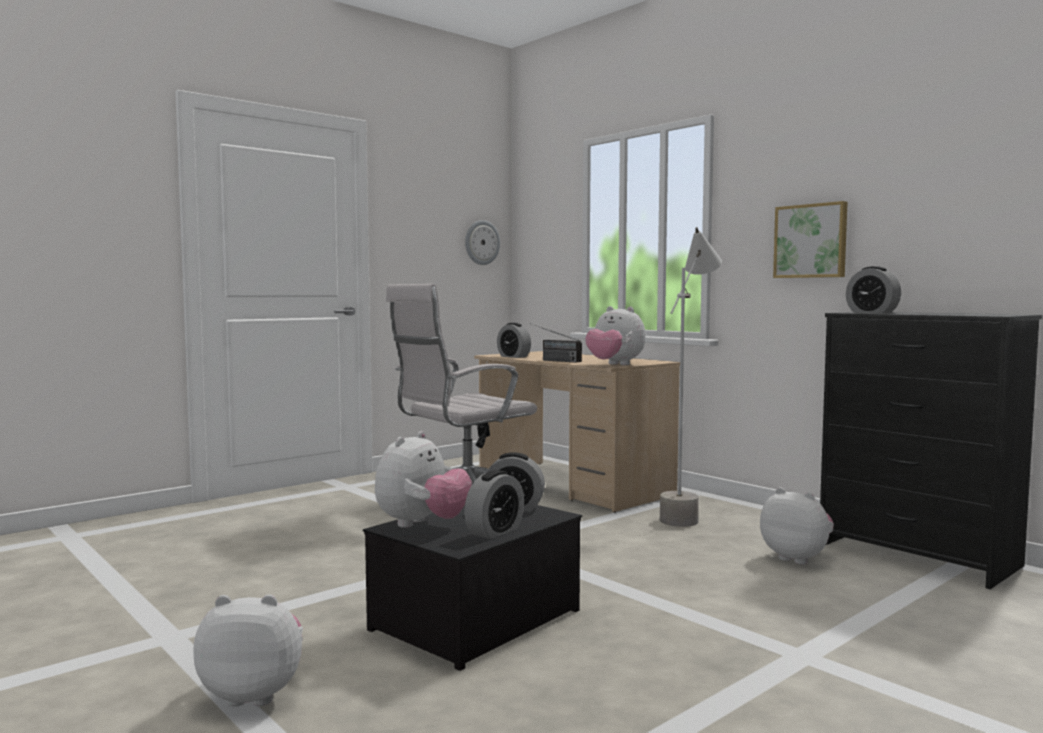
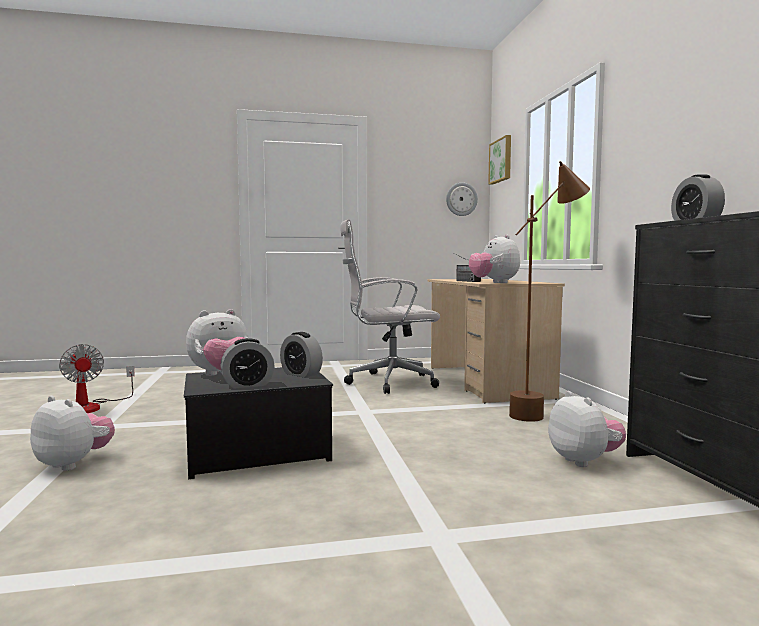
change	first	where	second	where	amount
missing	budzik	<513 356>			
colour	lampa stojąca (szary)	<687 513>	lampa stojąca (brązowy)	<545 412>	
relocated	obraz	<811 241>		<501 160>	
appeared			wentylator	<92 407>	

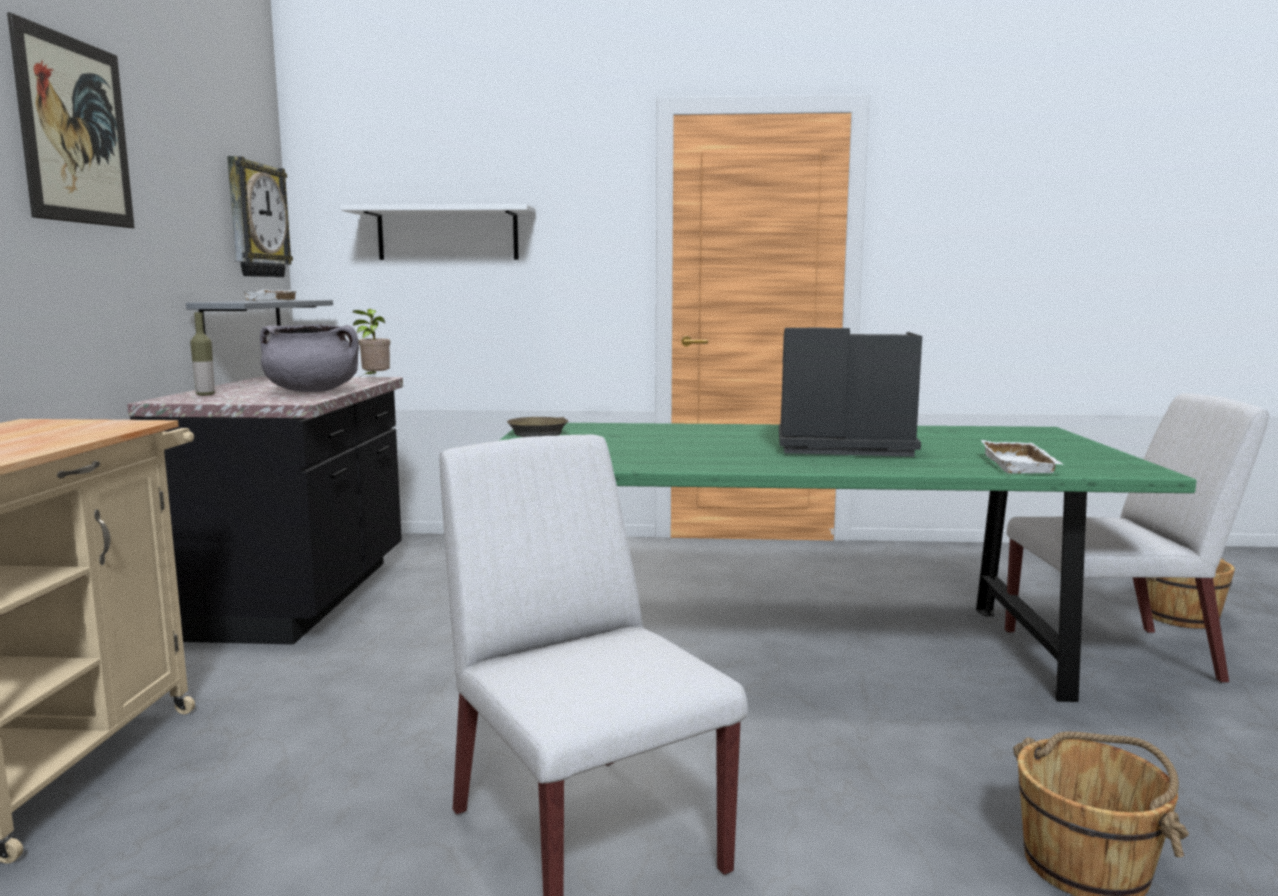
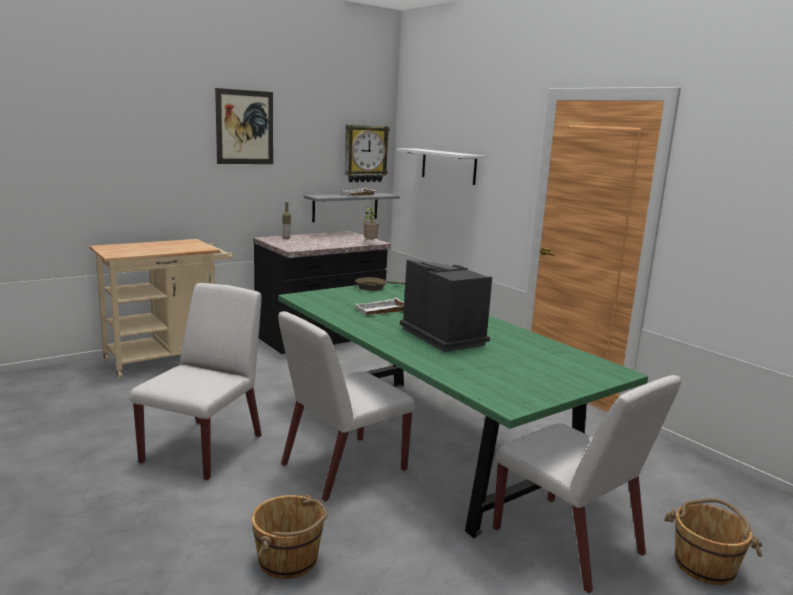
change	first	where	second	where	amount
missing	garnek (szary)	<312 391>			
relocated	taca (biały)	<1022 465>		<381 311>	
appeared			krzesło (biały)	<342 468>	

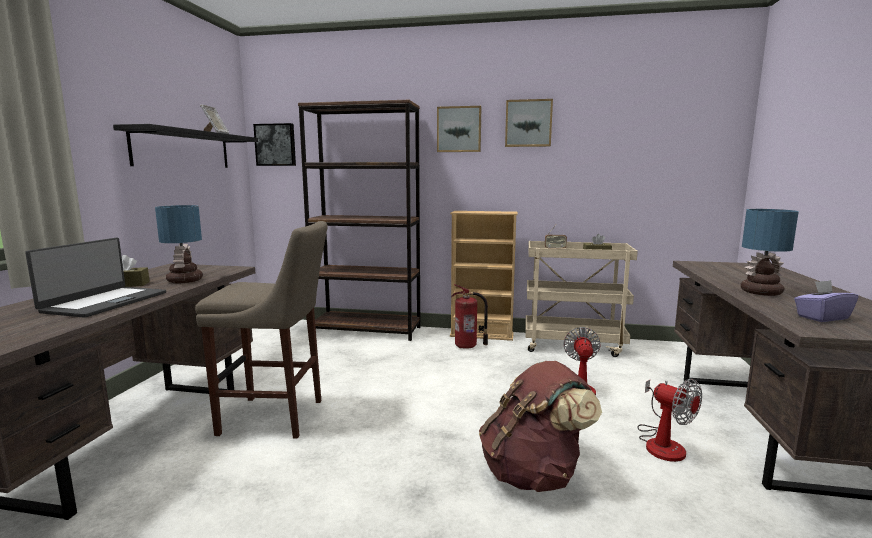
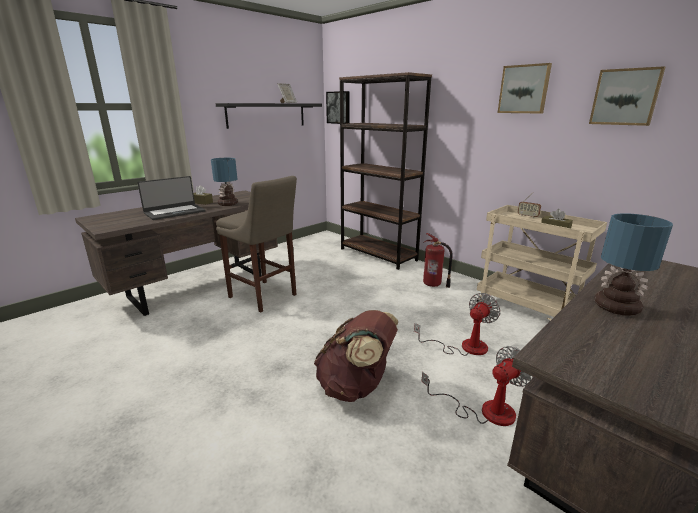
change	first	where	second	where	amount
relocated	obraz	<459 129>		<625 97>	
missing	regał (beżowy)	<481 335>			
spun	wentylator	<662 443>		<485 410>	120 degrees counterclockwise
missing	pudełko chusteczek (fioletowy)	<822 317>			

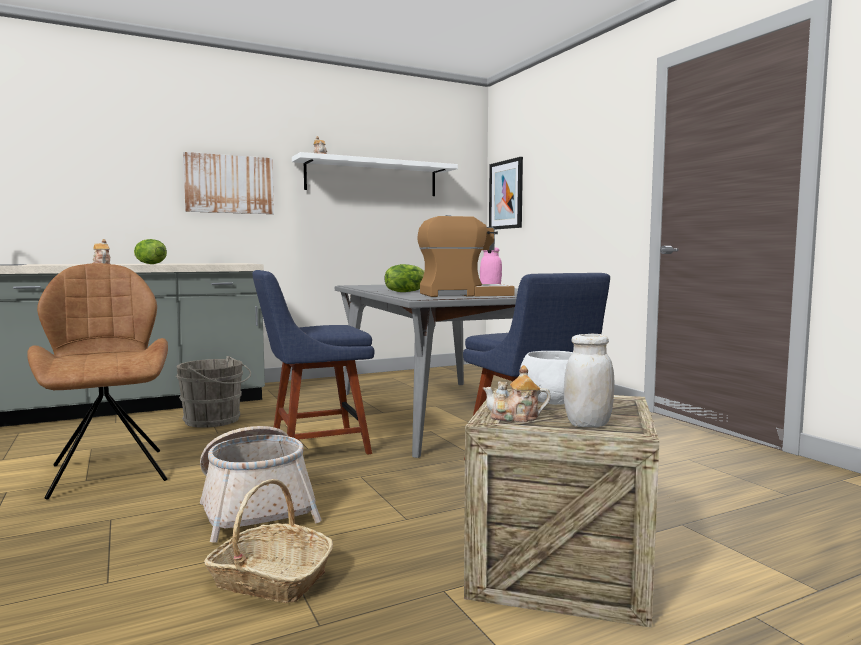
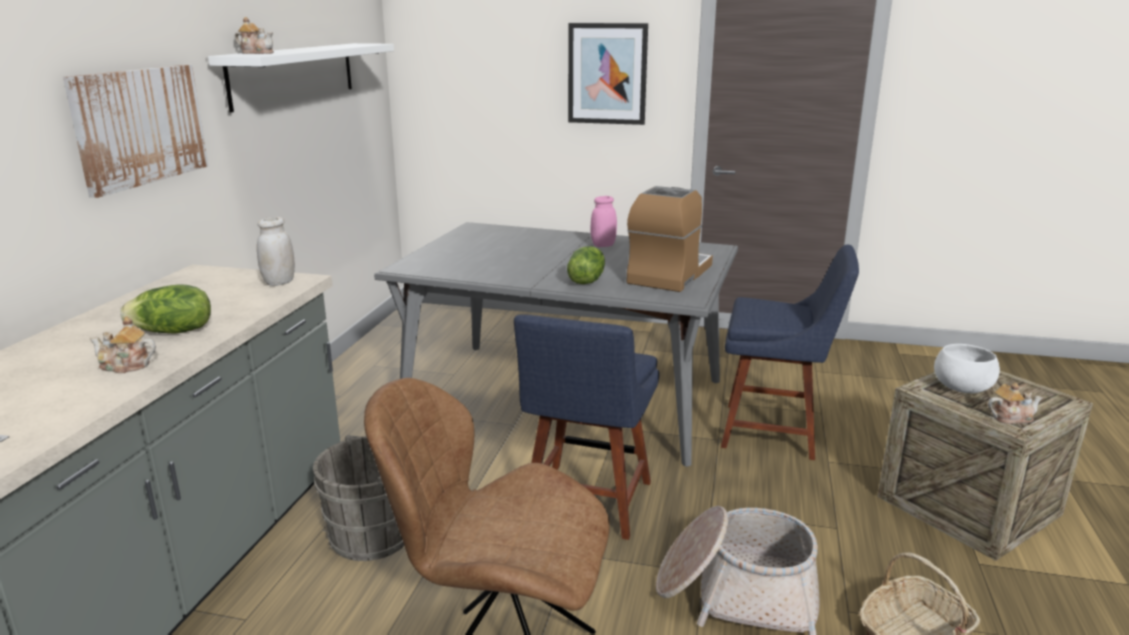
change	first	where	second	where	amount
spun	imbryk	<516 418>		<1010 418>	135 degrees counterclockwise
relocated	obraz	<506 195>		<607 74>	
relocated	słoik (biały)	<588 424>		<279 282>	

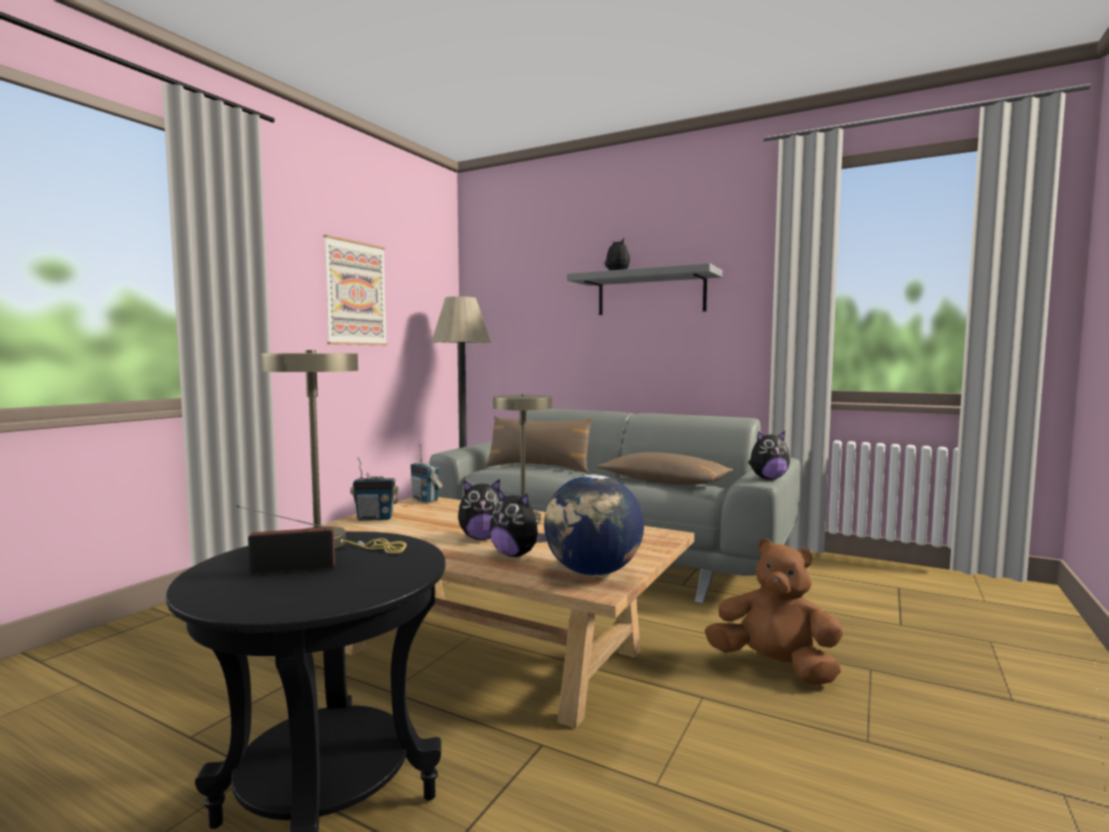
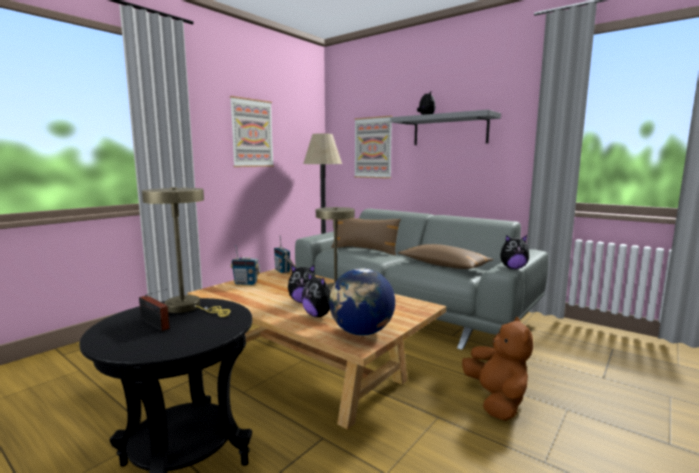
change	first	where	second	where	amount
spun	radio	<288 570>		<155 324>	135 degrees counterclockwise
spun	pluszak (brązowy)	<774 667>		<496 400>	45 degrees clockwise
appeared			obraz	<373 148>	

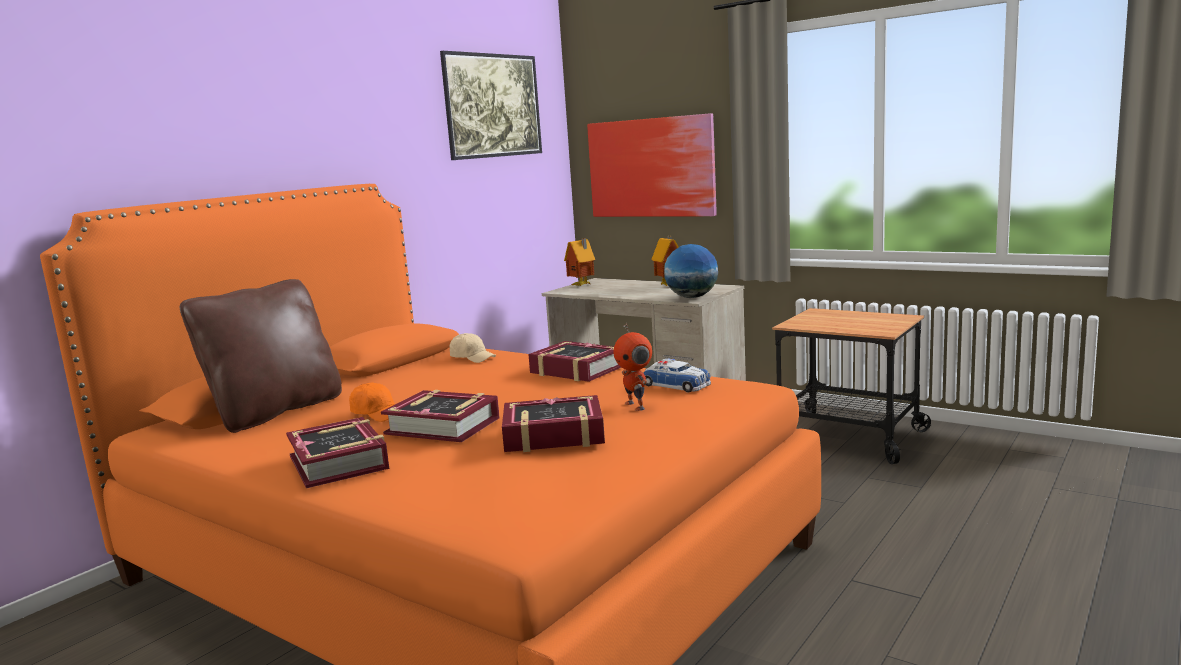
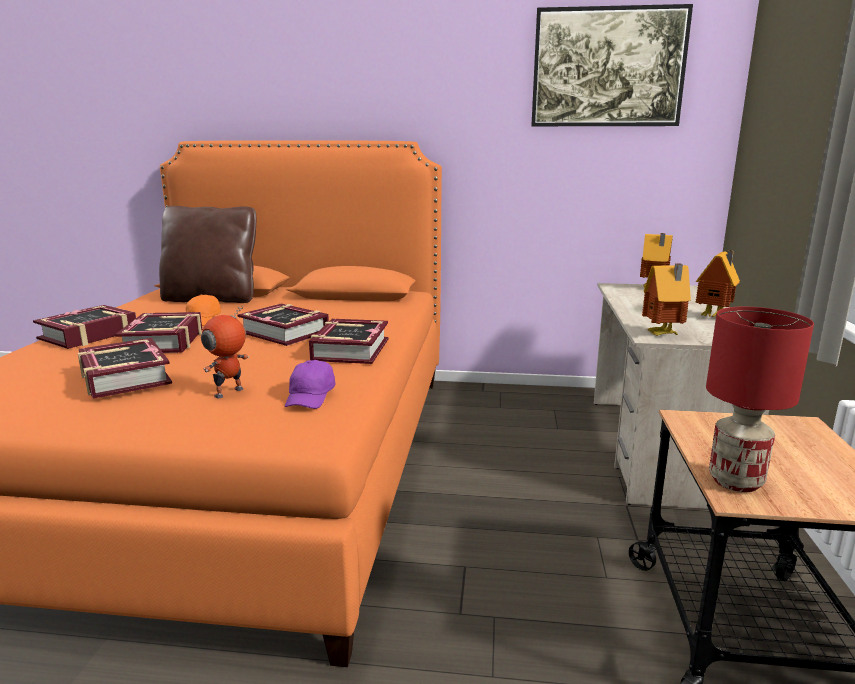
change	first	where	second	where	amount
missing	czapka z daszkiem (beżowy)	<472 358>			
missing	obraz	<651 167>			
exchanged	samochodzik	<676 385>	czapka z daszkiem (fioletowy)	<310 397>	
exchanged	globus	<692 297>	domek	<663 335>	
appeared			książka	<285 332>	
appeared			lampa stołowa (czerwony)	<736 481>	

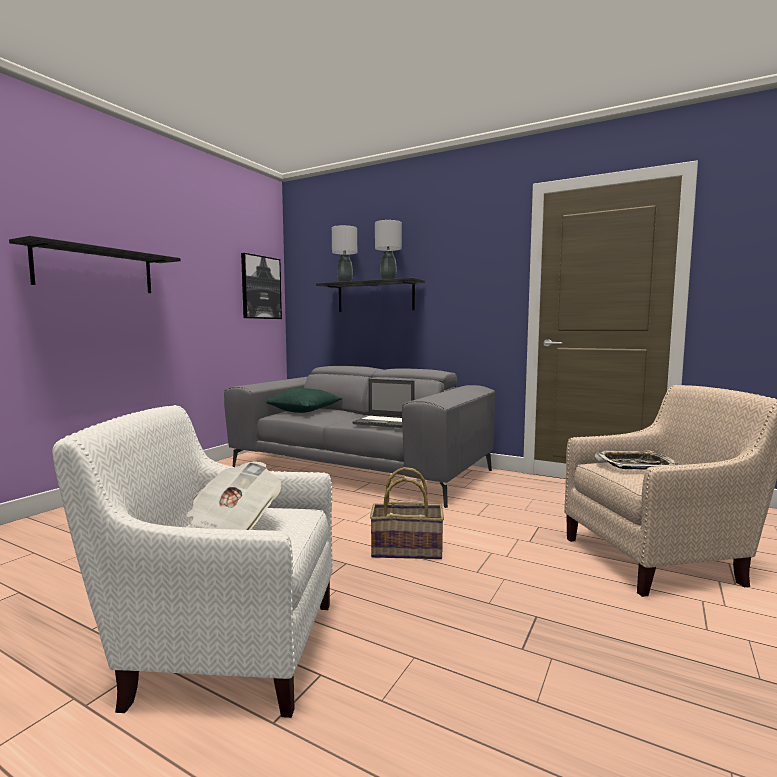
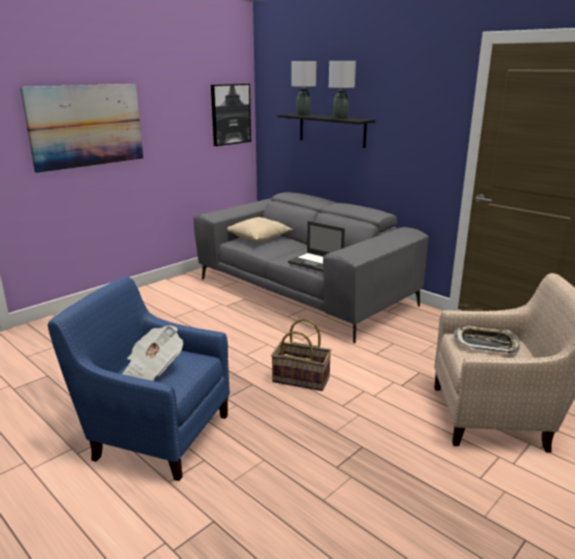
change	first	where	second	where	amount
exchanged	półka (czarny)	<95 270>	obraz	<86 126>	
colour	fotel (biały)	<225 646>	fotel (niebieski)	<156 432>	
colour	poduszka (zielony)	<304 410>	poduszka (beżowy)	<259 238>	

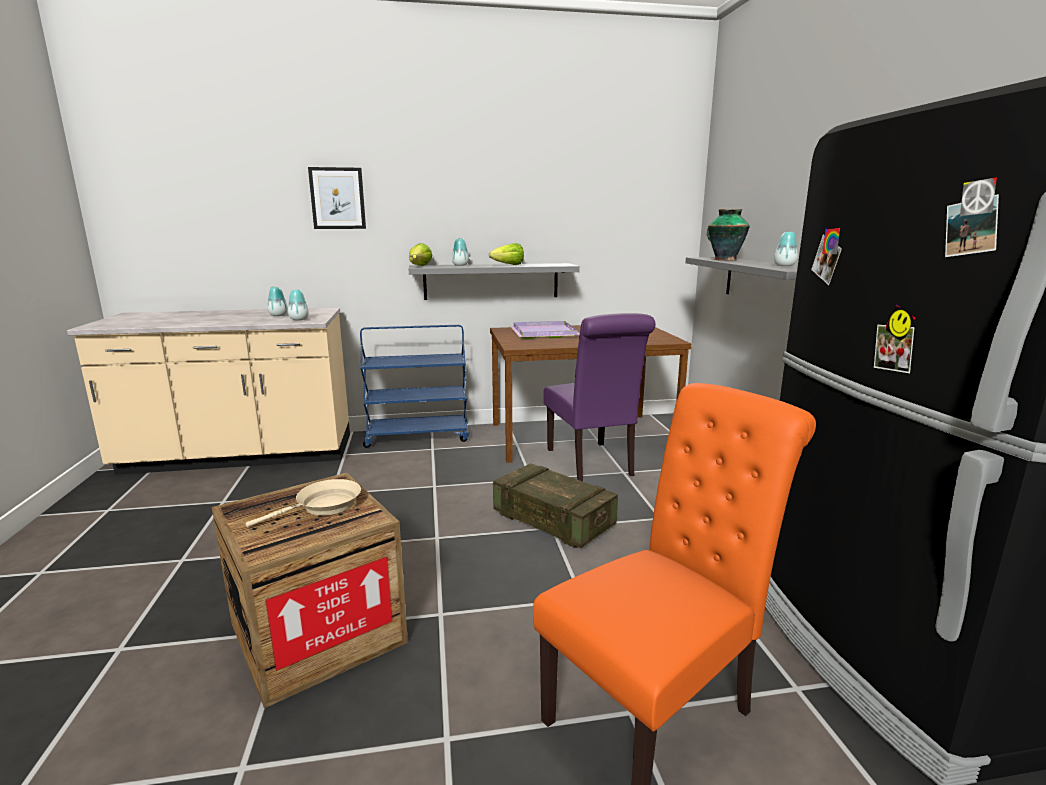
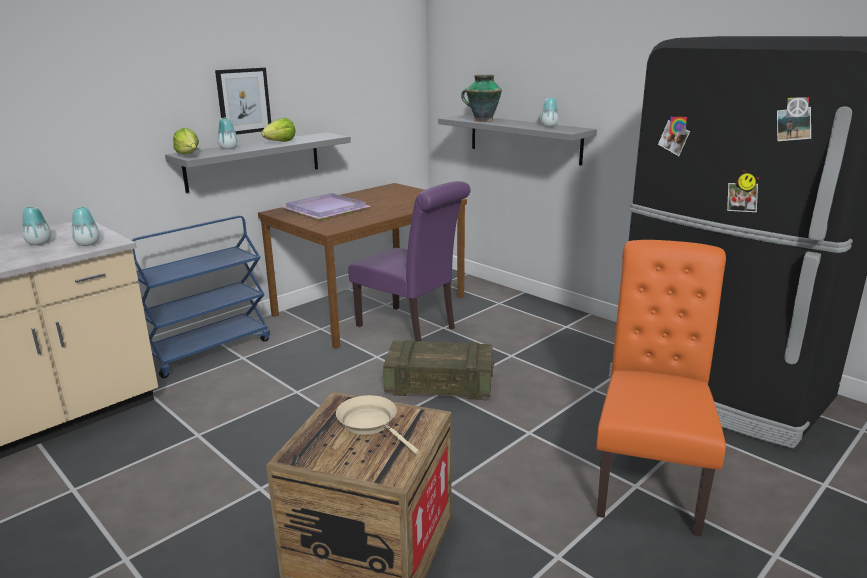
change	first	where	second	where	amount
spun	patelnia (beżowy)	<324 506>		<371 424>	60 degrees counterclockwise
relocated	obraz	<337 198>		<243 101>	

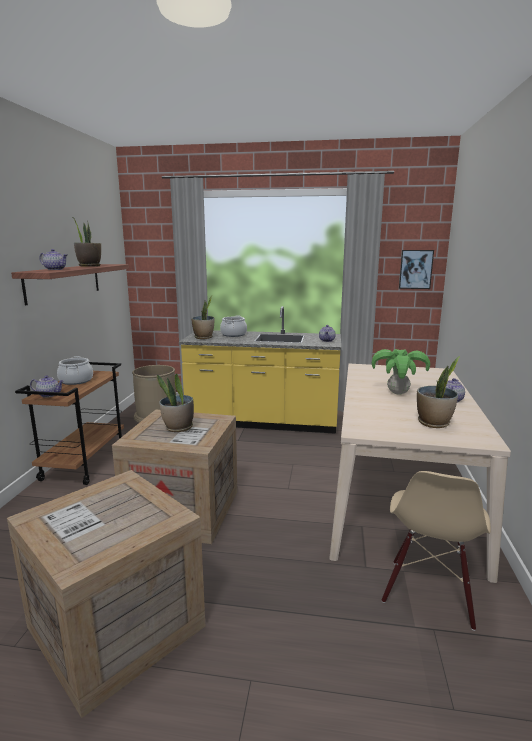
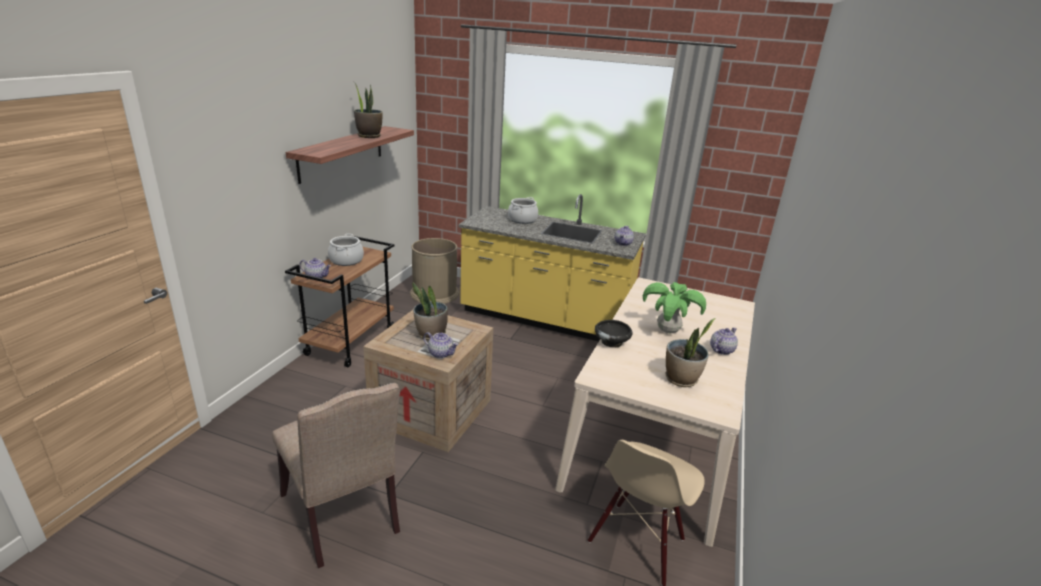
change	first	where	second	where	amount
exchanged	skrzynka	<115 629>	krzesło (beżowy)	<344 515>	
relocated	imbryk	<55 269>		<441 353>	
missing	roślina doniczkowa	<203 337>			
missing	obraz	<415 269>			
appeared			miska (czarny)	<612 342>	

